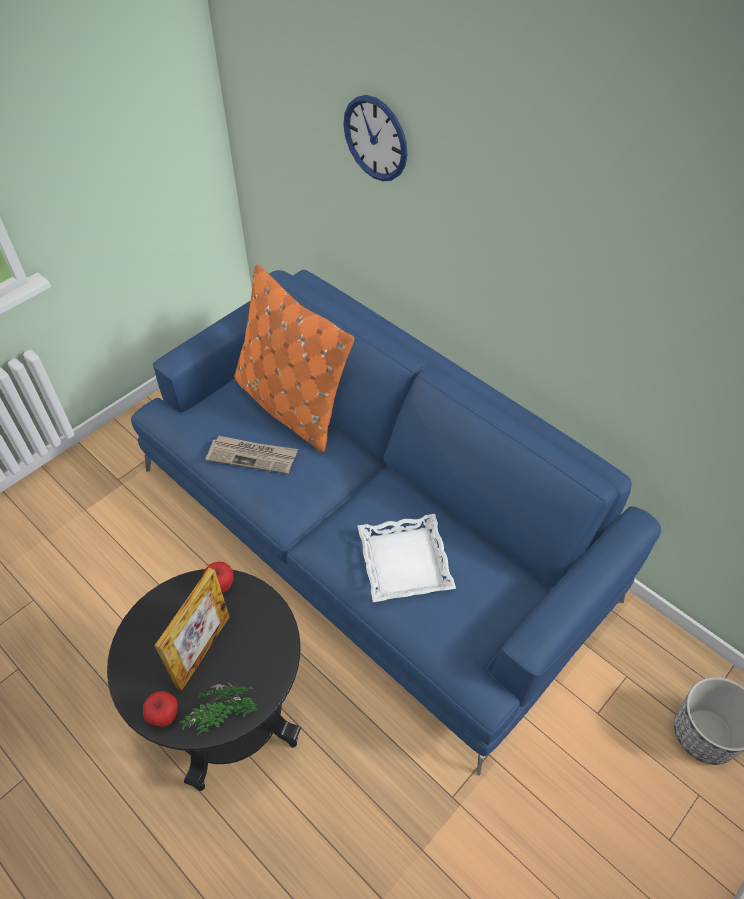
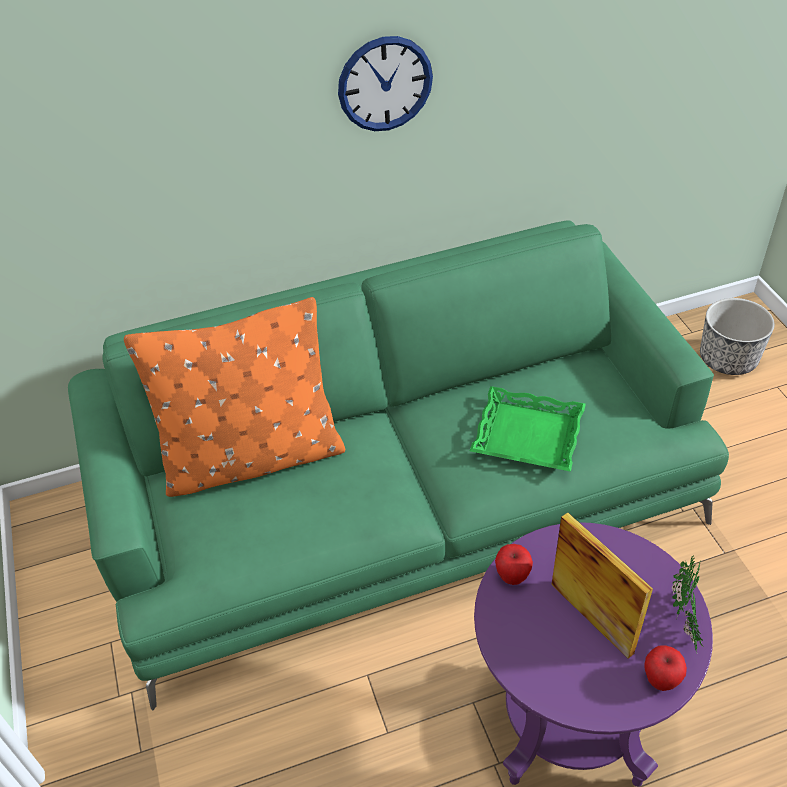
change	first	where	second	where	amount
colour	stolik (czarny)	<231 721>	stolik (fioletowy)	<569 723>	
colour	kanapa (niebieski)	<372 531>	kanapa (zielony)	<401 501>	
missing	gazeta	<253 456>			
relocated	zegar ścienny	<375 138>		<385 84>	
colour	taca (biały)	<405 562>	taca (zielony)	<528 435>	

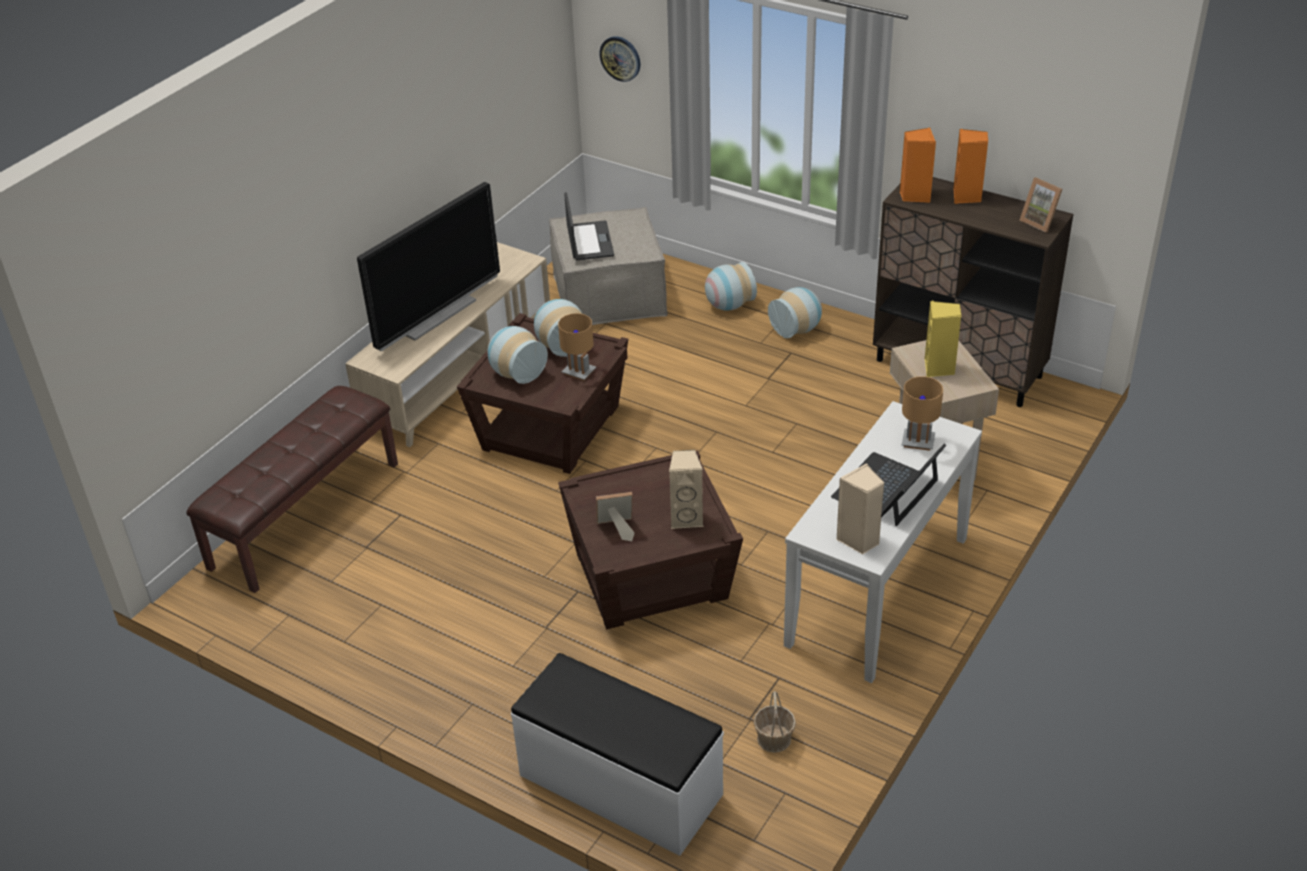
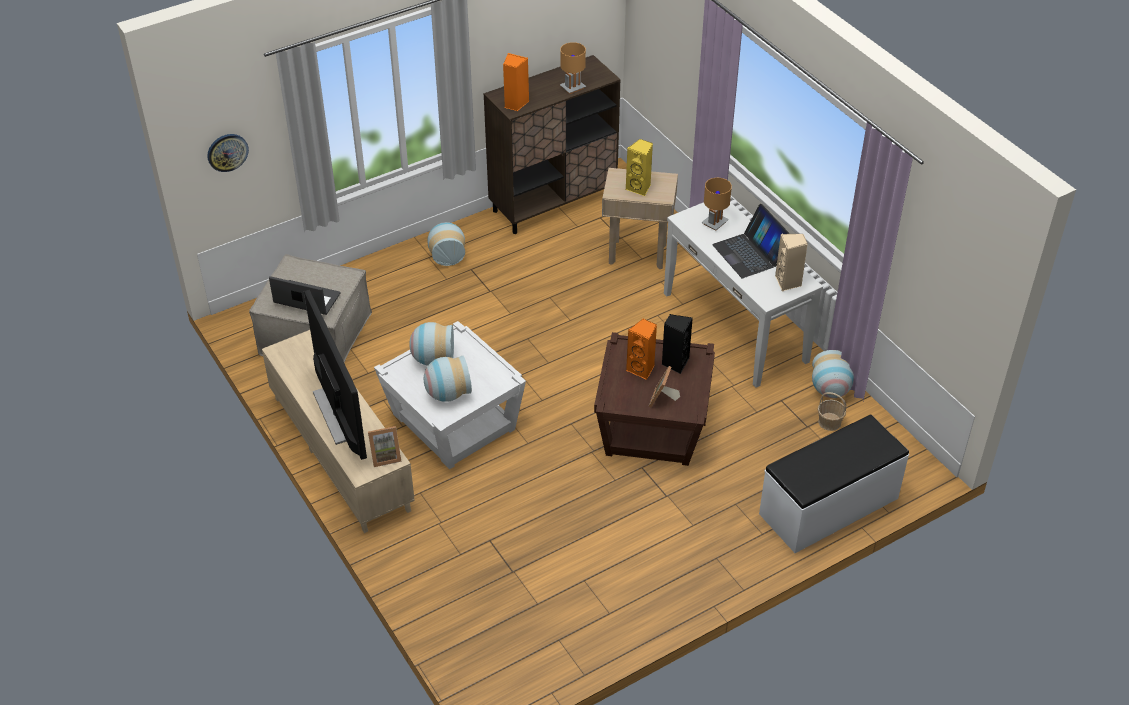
change	first	where	second	where	amount
missing	ławka (brązowy)	<304 514>			
colour	stolik (brązowy)	<550 427>	stolik (biały)	<453 422>	
relocated	lampa stołowa (brązowy)	<579 372>		<572 87>	
colour	głośnik (beżowy)	<686 518>	głośnik (czarny)	<675 363>	
relocated	wazon	<728 305>		<830 390>	
relocated	głośnik (pomarańczowy)	<966 197>		<642 369>	
relocated	ramka na zdjęcie	<1040 222>		<385 456>	

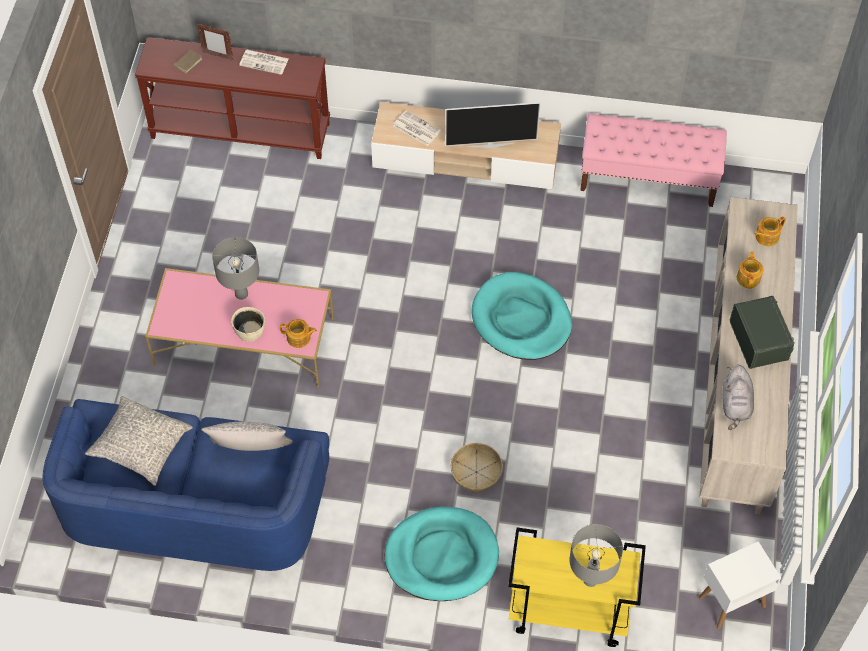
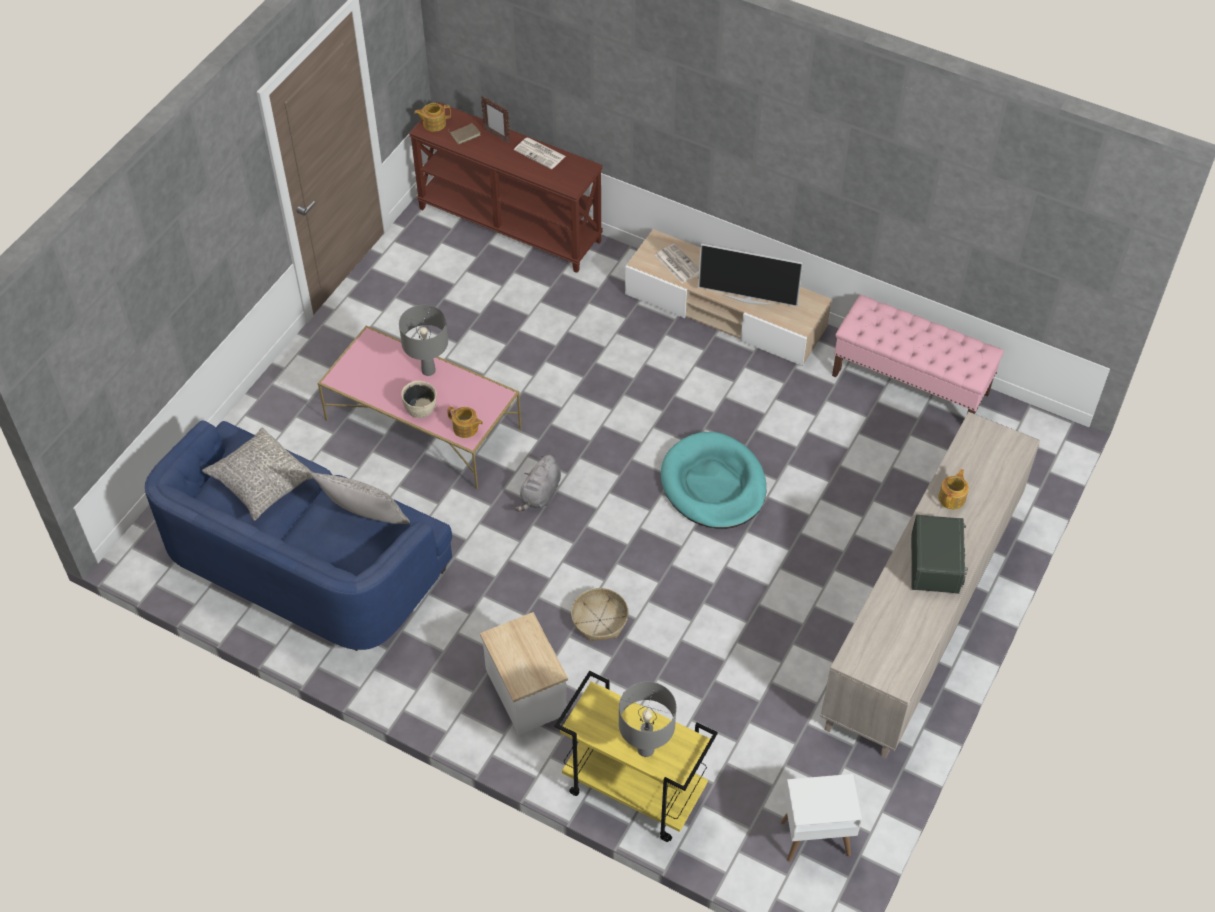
change	first	where	second	where	amount
exchanged	legowisko (turkusowy)	<441 556>	stolik	<527 691>	
relocated	pluszak (szary)	<735 405>		<540 494>	
relocated	imbryk	<766 236>		<433 123>	

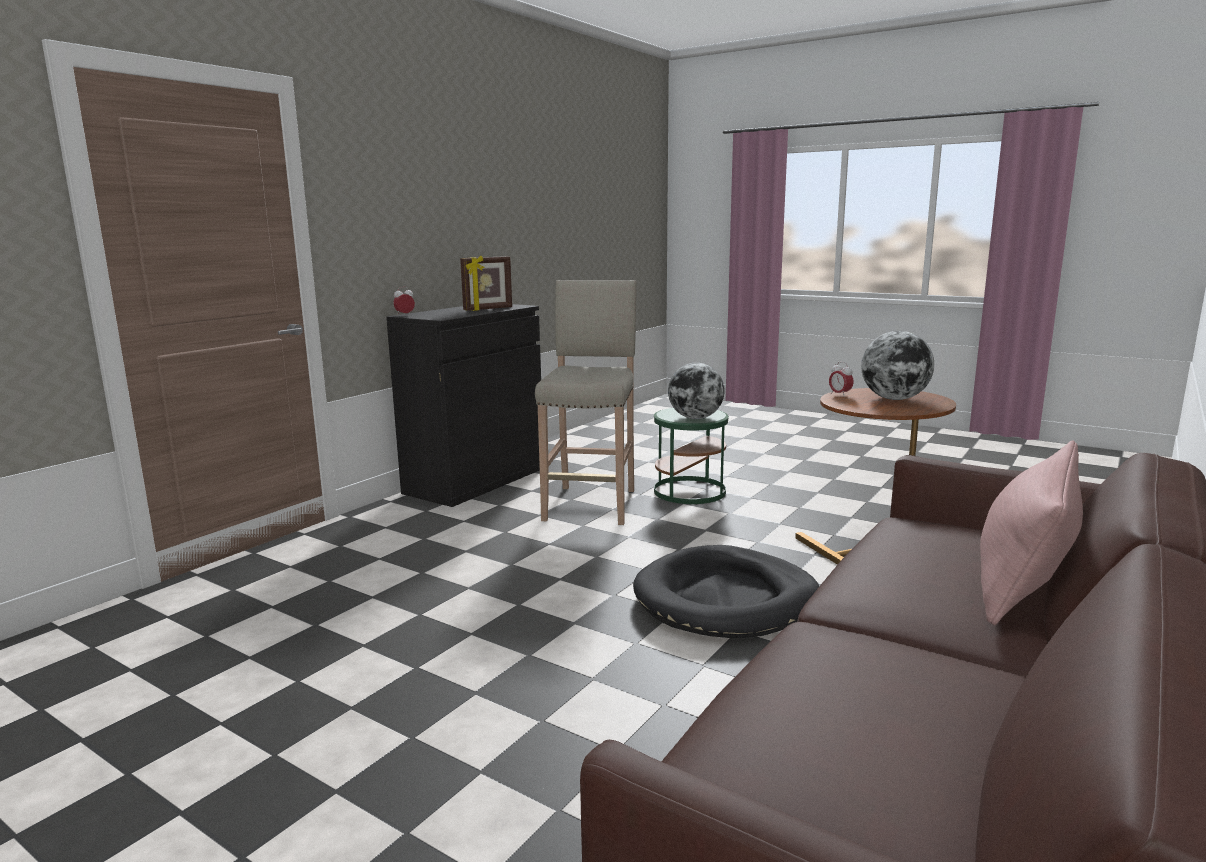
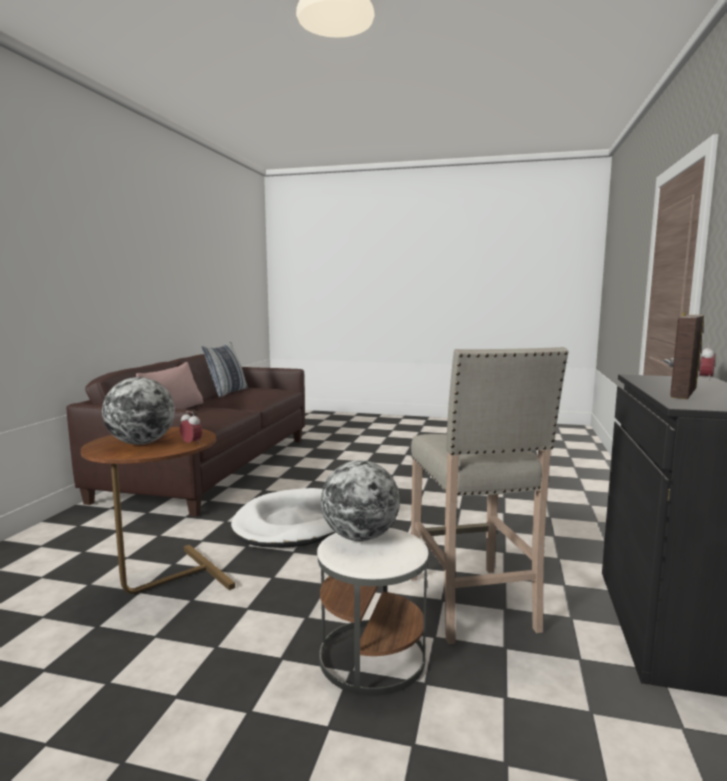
change	first	where	second	where	amount
colour	legowisko (czarny)	<726 599>	legowisko (biały)	<294 523>	
colour	stolik (zielony)	<690 491>	stolik (biały)	<371 657>	
appeared			poduszka	<227 392>	

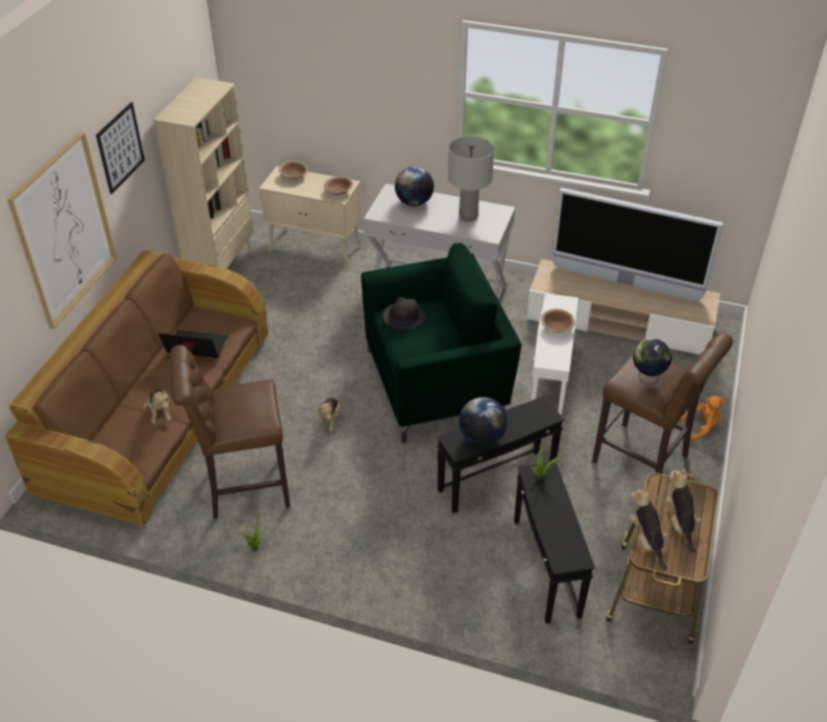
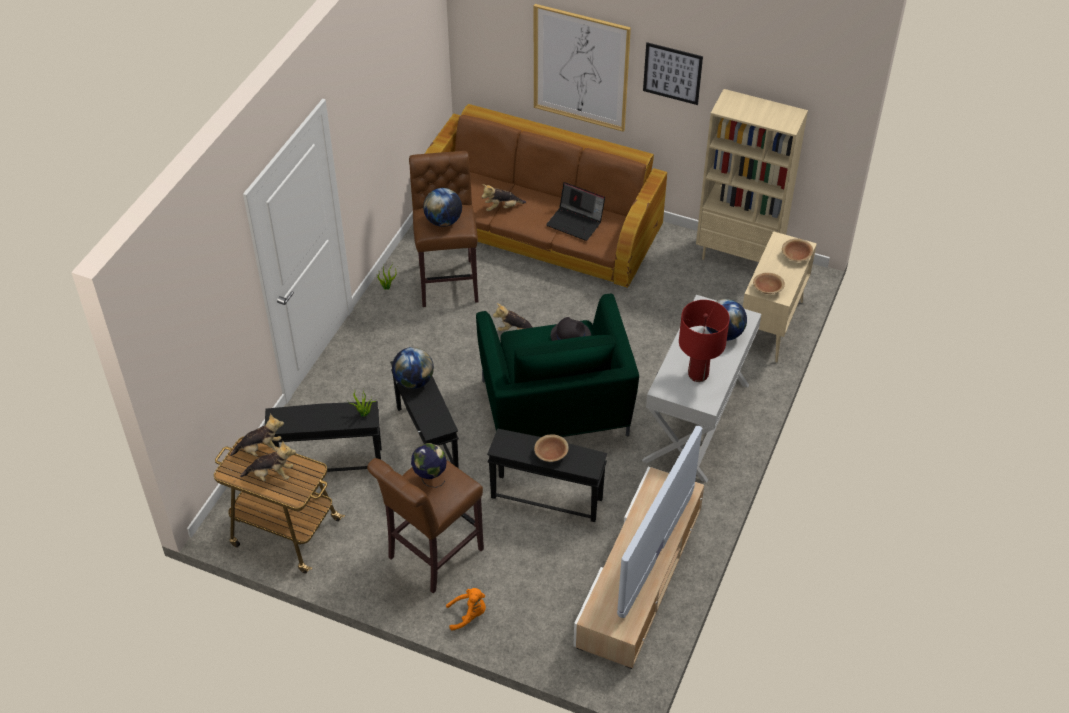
change	first	where	second	where	amount
spun	laptop	<195 348>		<576 222>	105 degrees clockwise
colour	lampa stołowa (szary)	<468 216>	lampa stołowa (czerwony)	<697 374>	
colour	stolik (biały)	<549 383>	stolik (czarny)	<547 497>	
spun	pluszak (pomarańczowy)	<701 428>		<468 615>	90 degrees counterclockwise
appeared			globus	<443 221>	

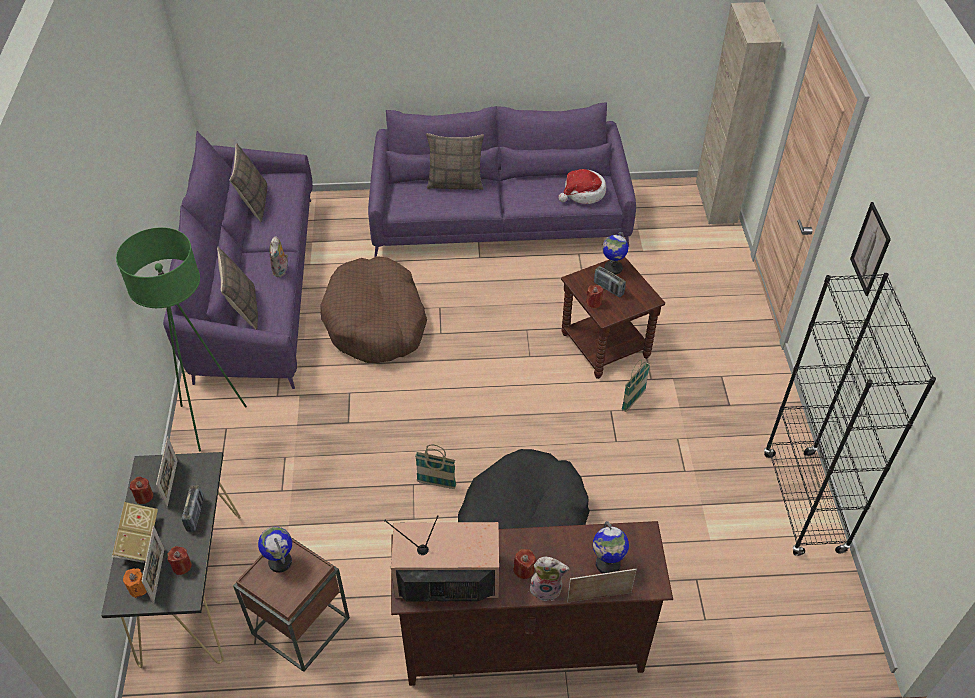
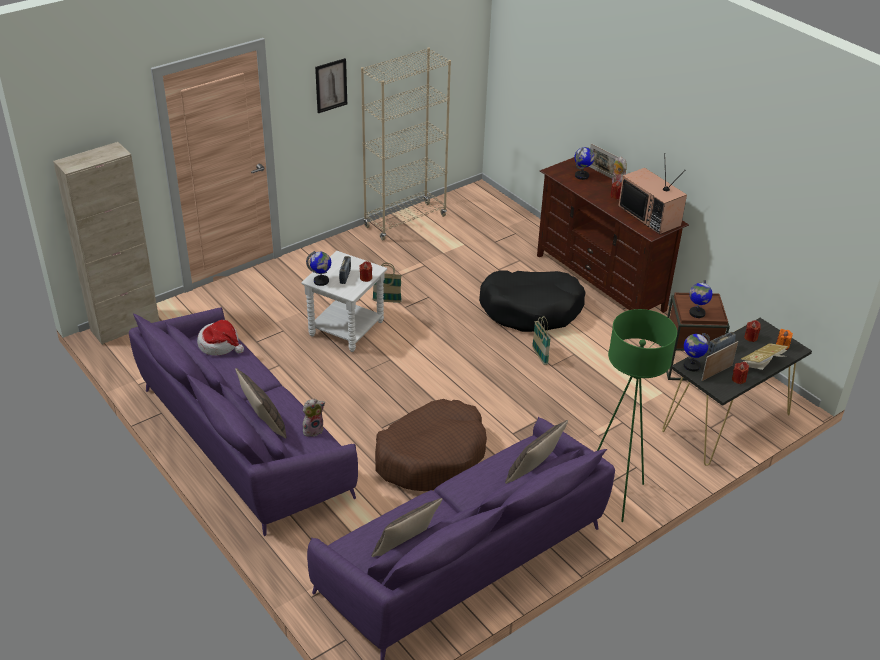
change	first	where	second	where	amount
missing	ramka na zdjęcie	<158 575>			
relocated	pluszak	<281 271>		<313 429>	
colour	stolik (brązowy)	<606 345>	stolik (biały)	<346 328>	
colour	regał (czarny)	<803 503>	regał (beżowy)	<405 221>	
appeared			globus	<691 365>	

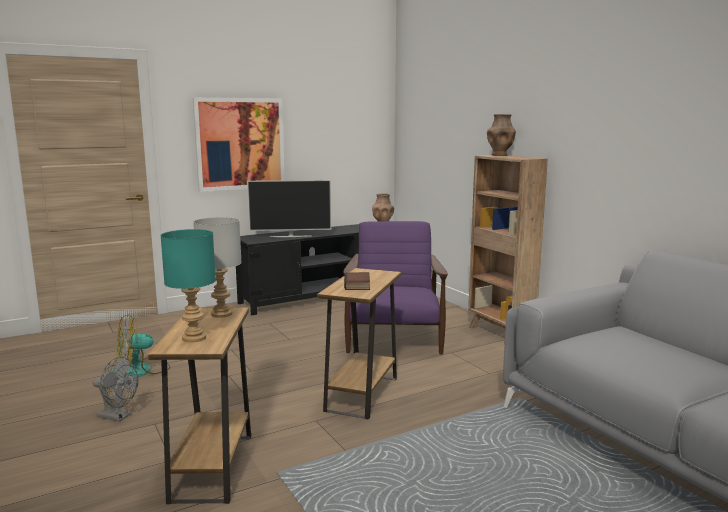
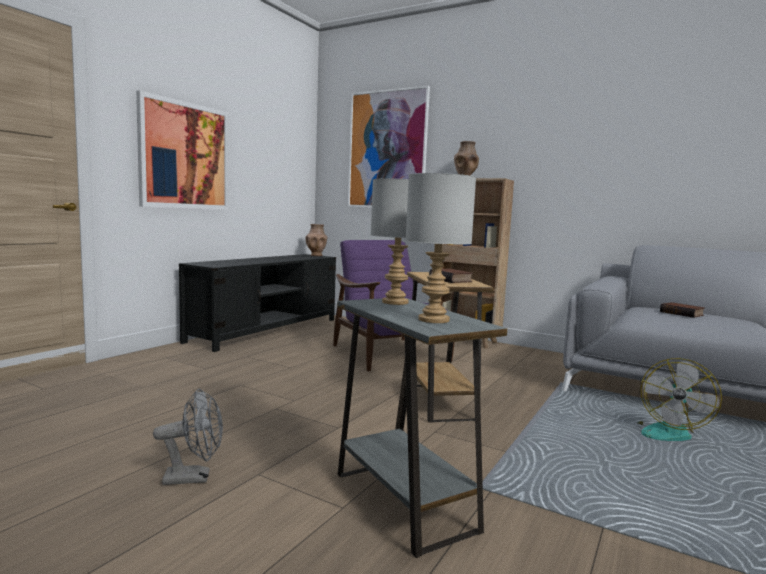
change	first	where	second	where	amount
relocated	wentylator	<142 370>		<666 431>	
colour	stolik (brązowy)	<212 467>	stolik (szary)	<404 501>	
colour	lampa stołowa (turkusowy)	<194 337>	lampa stołowa (szary)	<432 319>	
missing	telewizor	<290 236>			
appeared			obraz	<387 150>	
appeared			książka	<682 313>	

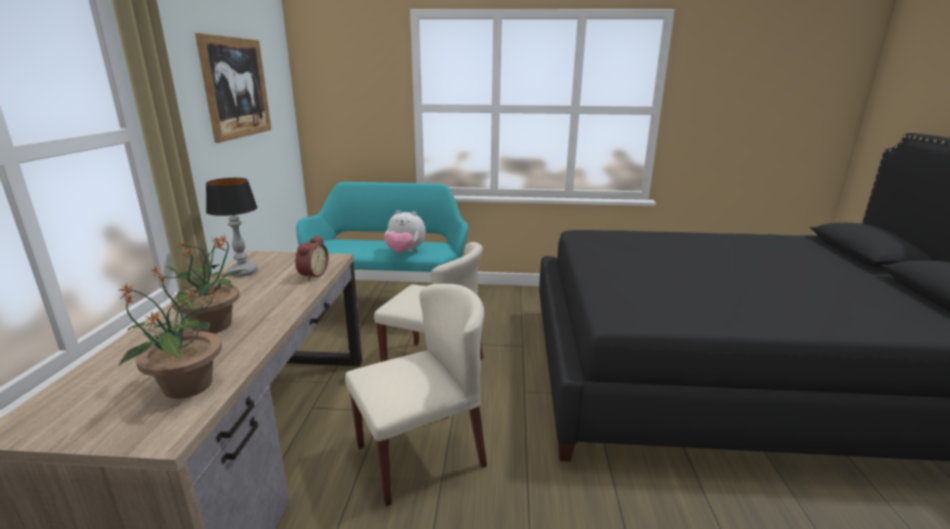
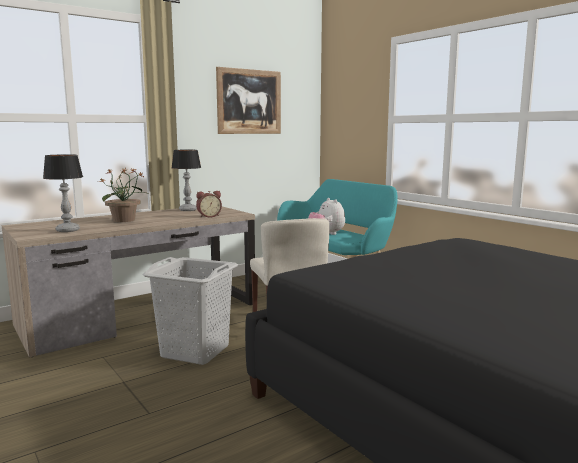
change	first	where	second	where	amount
exchanged	roślina doniczkowa	<186 386>	lampa stołowa	<68 230>	
exchanged	krzesło (beżowy)	<421 454>	kosz na pranie (szary)	<195 351>	

